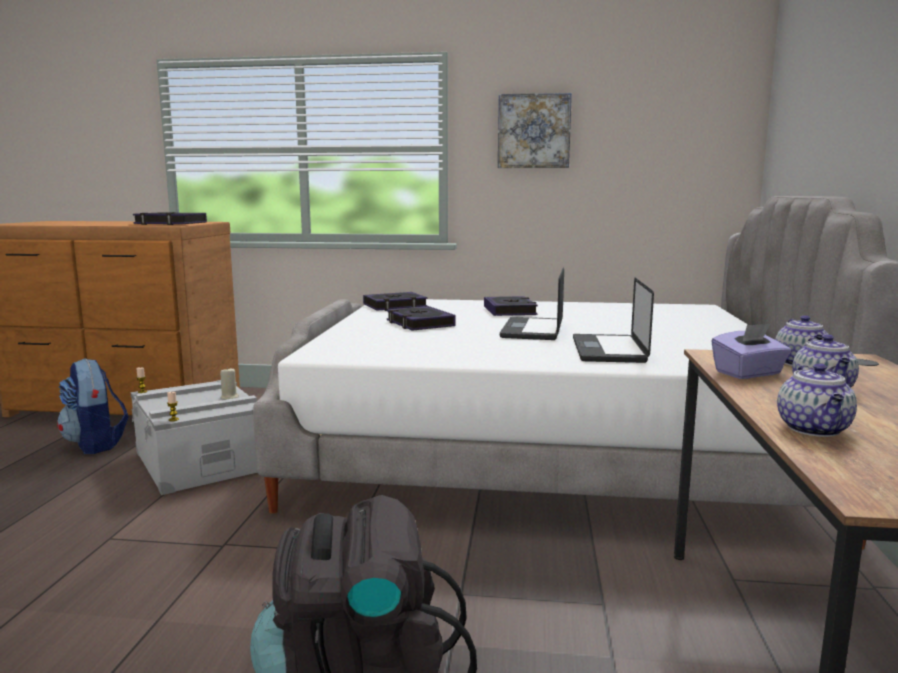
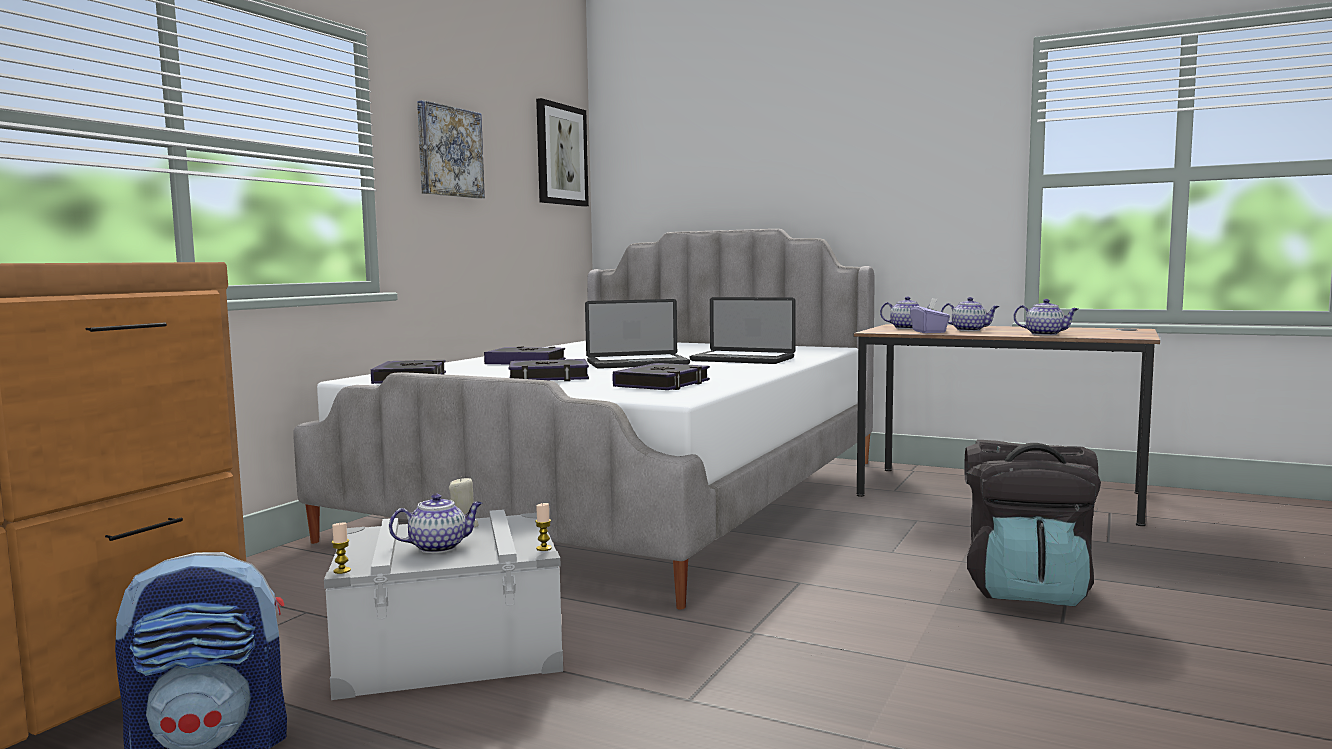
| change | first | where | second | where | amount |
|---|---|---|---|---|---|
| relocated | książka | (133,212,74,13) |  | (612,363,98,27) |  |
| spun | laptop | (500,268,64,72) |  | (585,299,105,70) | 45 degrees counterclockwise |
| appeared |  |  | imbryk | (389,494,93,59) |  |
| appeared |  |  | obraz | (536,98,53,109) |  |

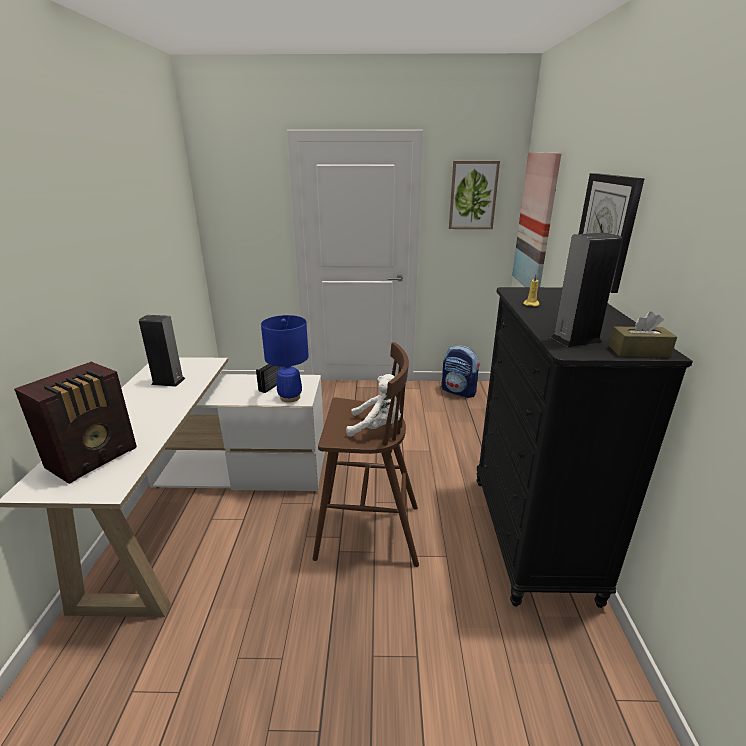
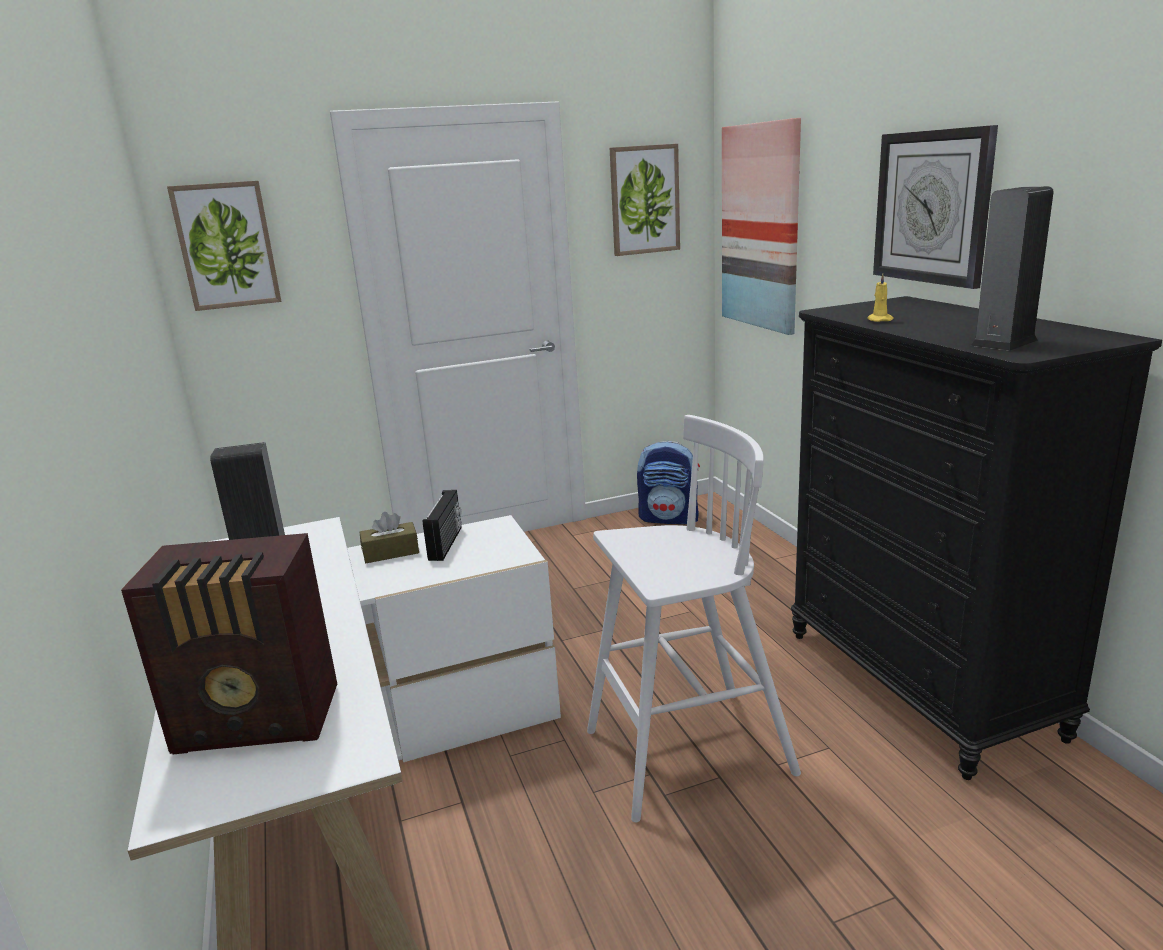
| change | first | where | second | where | amount |
|---|---|---|---|---|---|
| spun | radio | (14,362,123,122) |  | (121,533,216,221) | 75 degrees clockwise |
| missing | lampa stołowa/niebieski | (261,315,48,87) |  |  |  |
| colour | stołek/brązowy | (313,342,106,225) | stołek/biały | (587,415,214,407) |  |
| missing | pluszak/biały | (346,374,55,63) |  |  |  |
| relocated | pudełko chusteczek/brązowy | (609,312,68,45) |  | (360,512,59,51) |  |
| appeared |  |  | obraz | (167,181,114,130) |  |

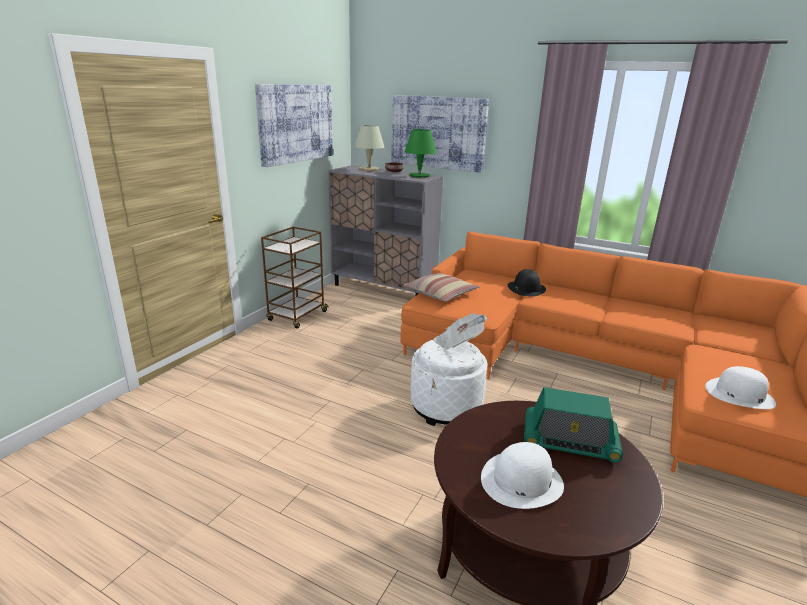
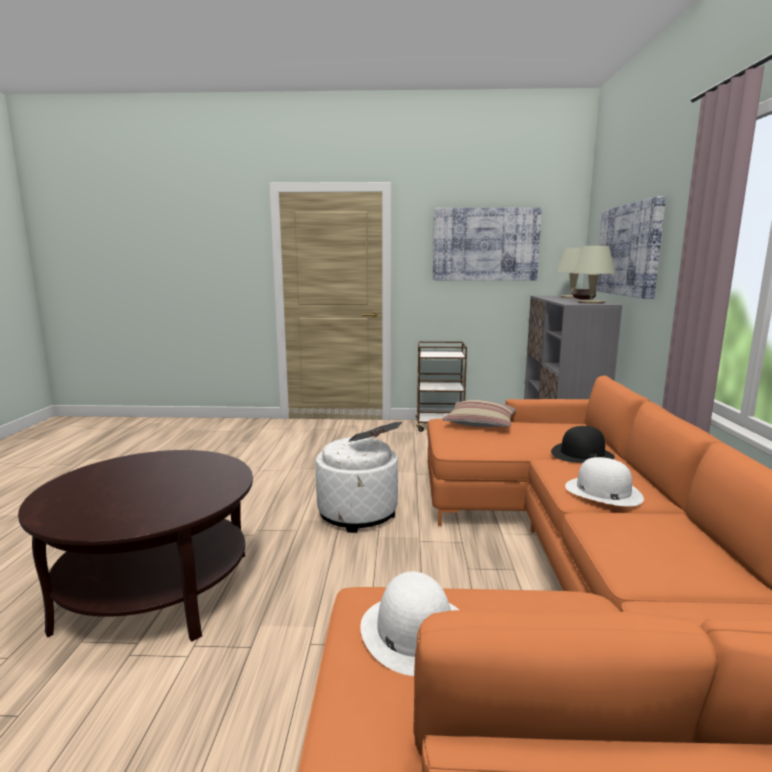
| change | first | where | second | where | amount |
|---|---|---|---|---|---|
| colour | lampa stołowa/zielony | (405,129,31,49) | lampa stołowa/beżowy | (573,246,43,58) |  |
| relocated | kapelusz/biały | (481,442,83,67) |  | (565,457,79,50) |  |
| missing | radio | (524,387,99,76) |  |  |  |

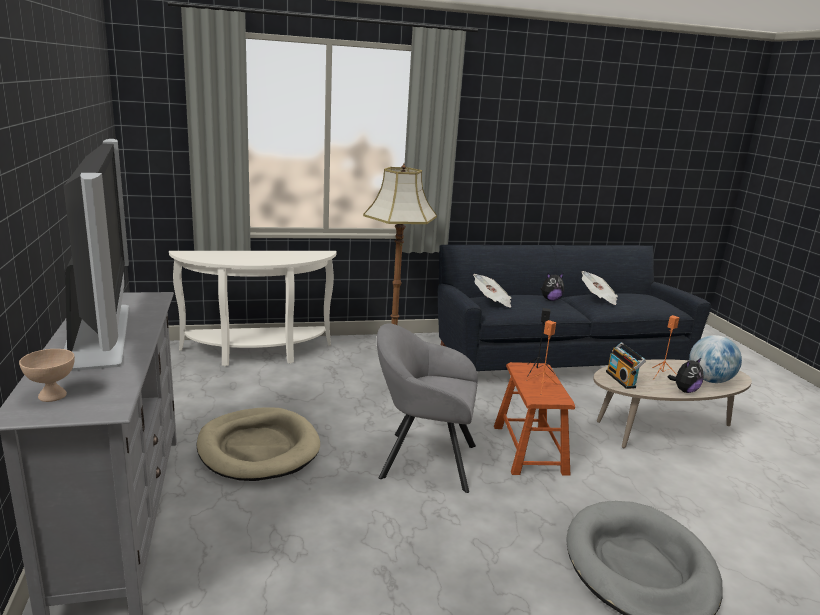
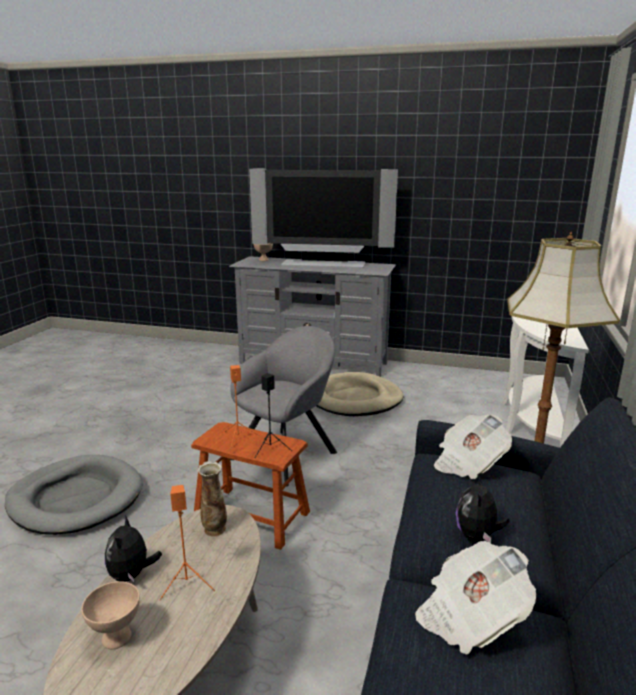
| change | first | where | second | where | amount |
|---|---|---|---|---|---|
| exchanged | radio | (606,342,40,47) | wazon | (197,461,30,76) |  |
| exchanged | globus | (689,335,53,48) | miska/beżowy | (82,581,58,68) |  |

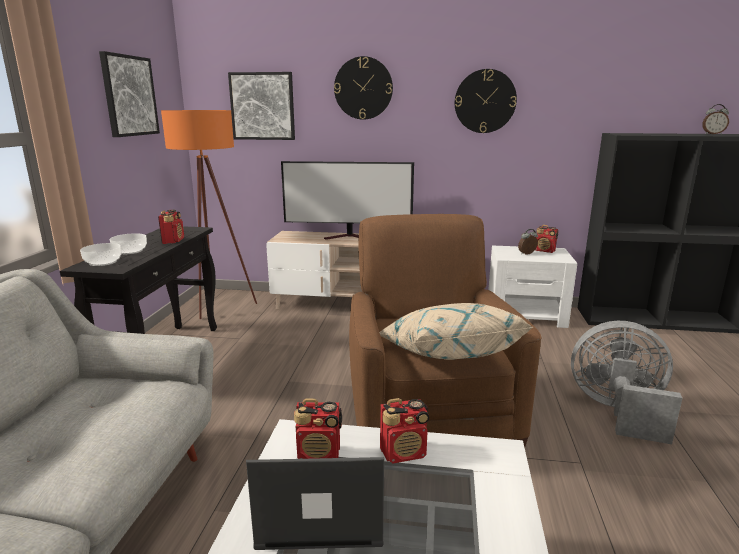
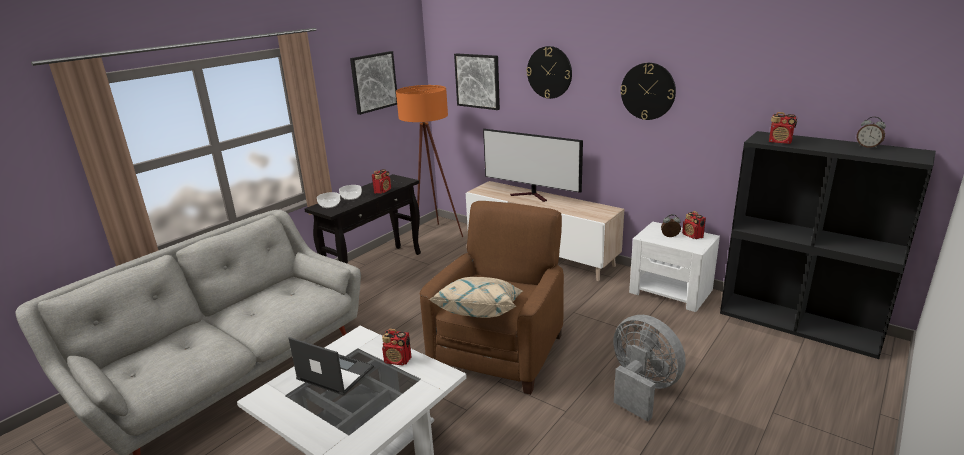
| change | first | where | second | where | amount |
|---|---|---|---|---|---|
| relocated | radio | (294,398,48,61) |  | (769,112,28,32) |  |

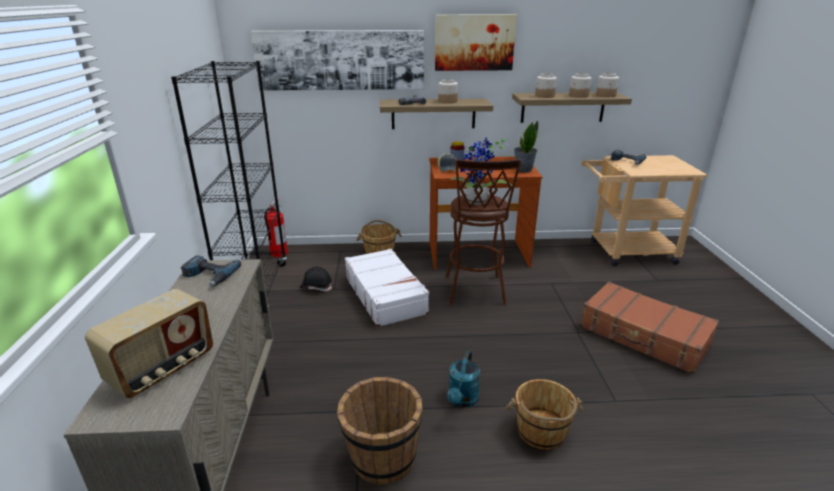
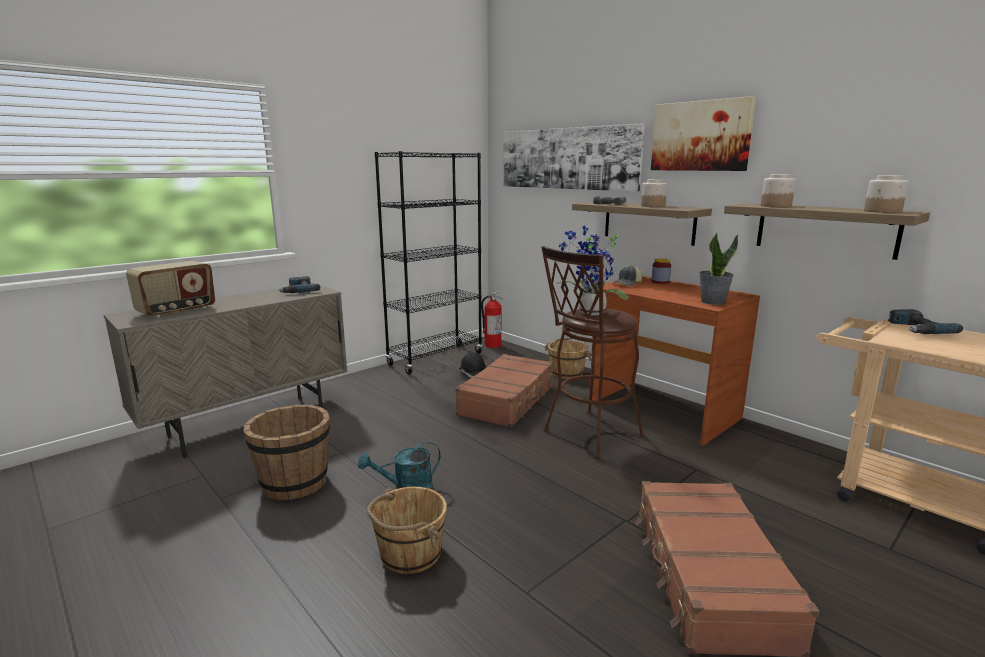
| change | first | where | second | where | amount |
|---|---|---|---|---|---|
| spun | radio | (85,289,128,109) |  | (126,261,89,57) | 45 degrees counterclockwise |
| colour | walizka/biały | (345,249,84,78) | walizka/brązowy | (455,354,99,73) |  |
| missing | słoik | (569,73,23,25) |  |  |  |

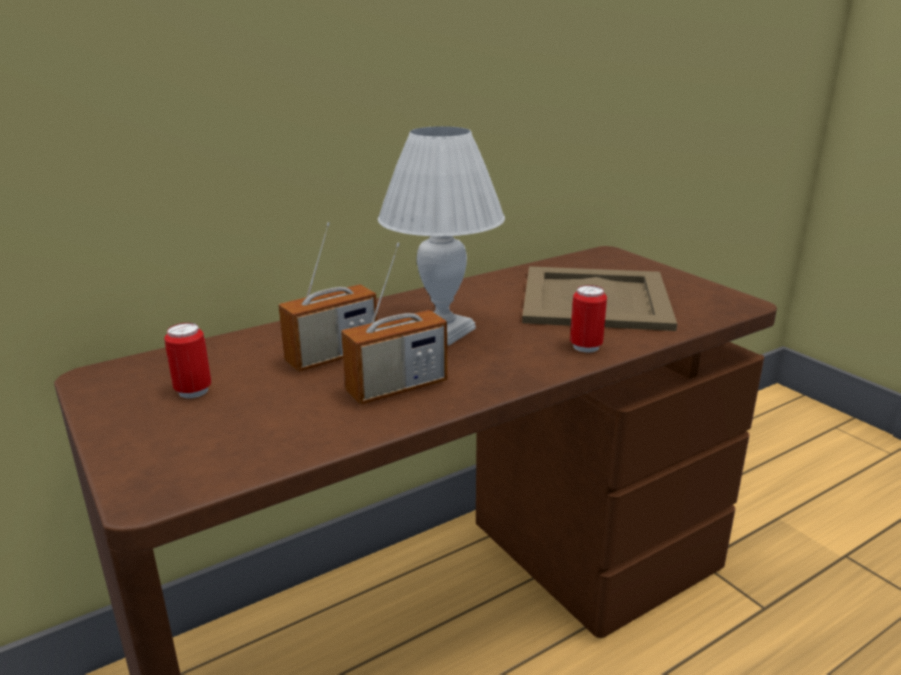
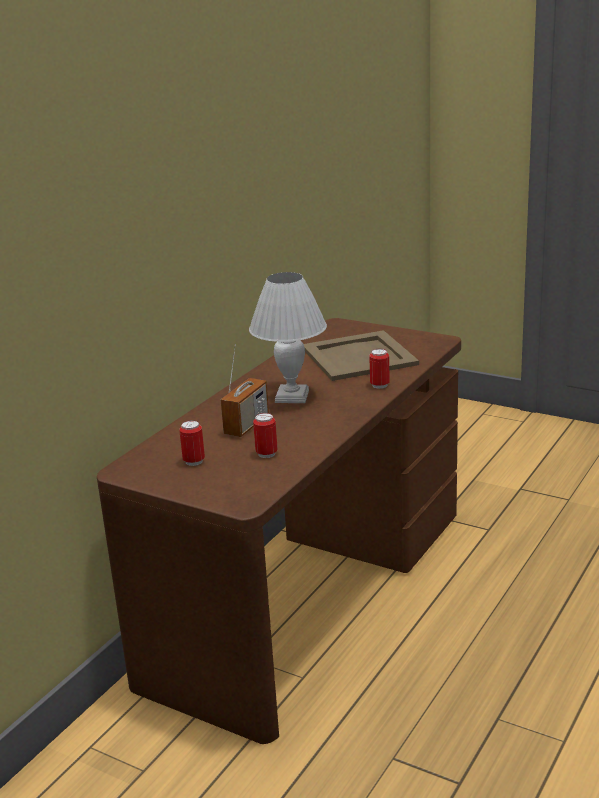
| change | first | where | second | where | amount |
|---|---|---|---|---|---|
| missing | radio | (341,243,107,162) |  |  |  |
| appeared |  |  | puszka | (253,413,25,45) |  |

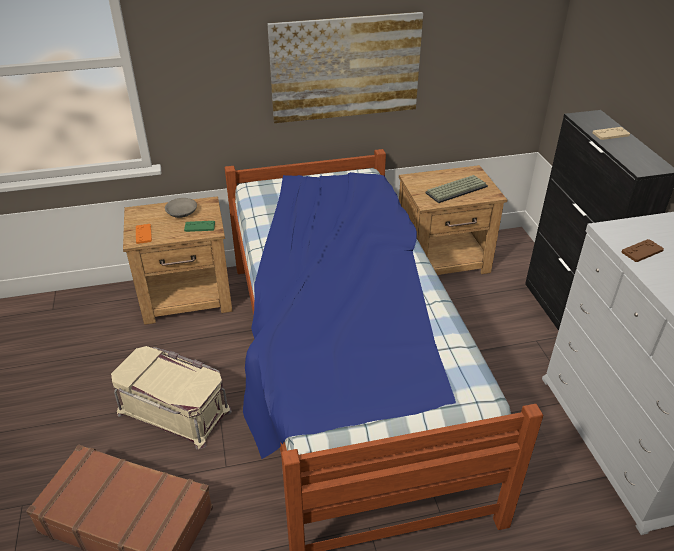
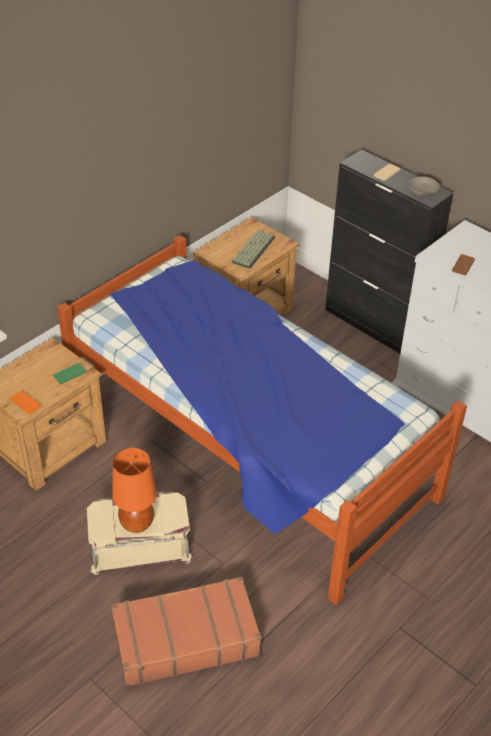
| change | first | where | second | where | amount |
|---|---|---|---|---|---|
| relocated | miska/szary | (165,198,32,20) |  | (408,176,32,20) |  |
| missing | obraz | (267,12,156,111) |  |  |  |
| appeared |  |  | lampa stołowa/pomarańczowy | (112,448,45,85) |  |

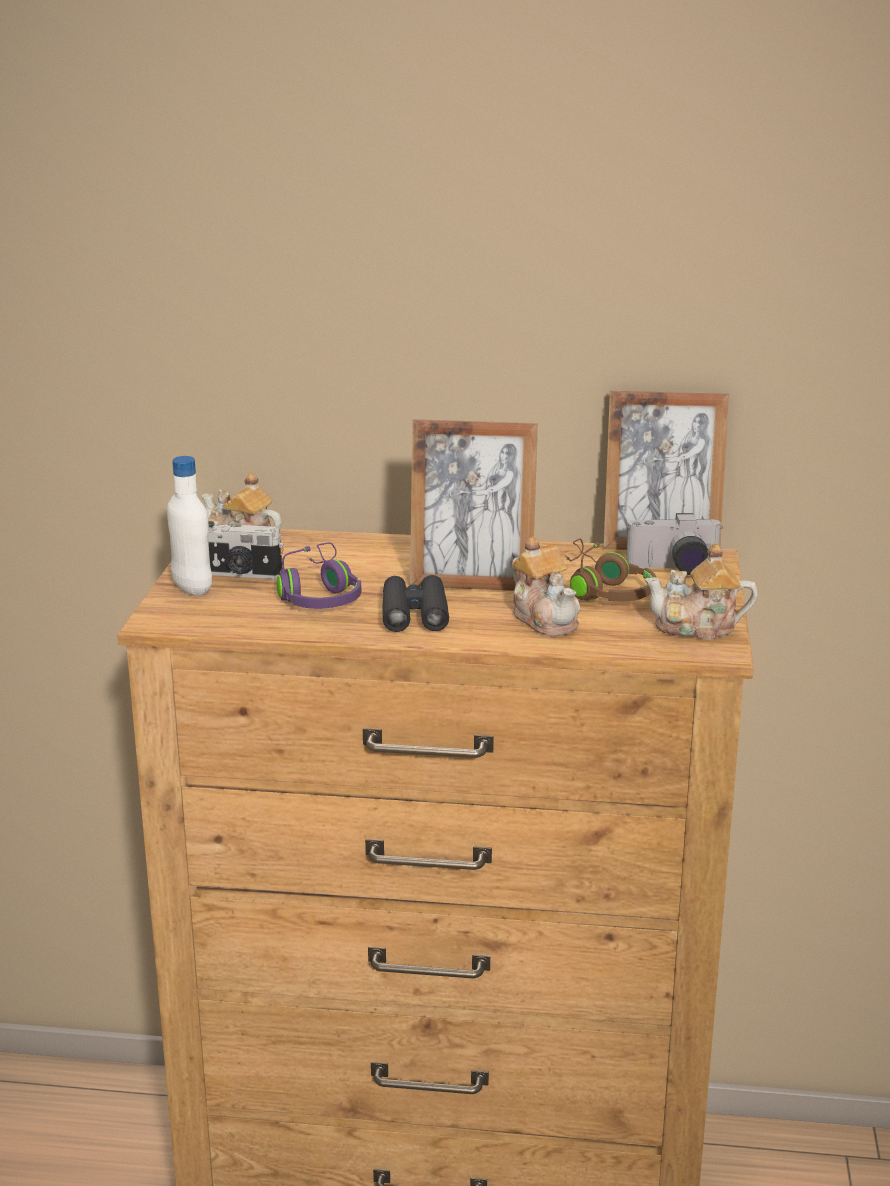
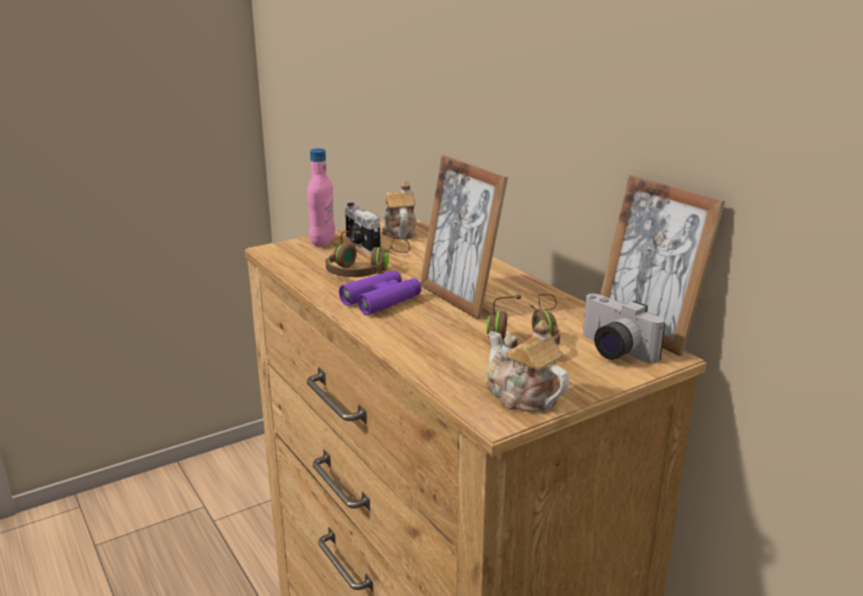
| change | first | where | second | where | amount |
|---|---|---|---|---|---|
| colour | butelka/biały | (167,456,45,140) | butelka/różowy | (307,148,28,99) |  |
| colour | słuchawki/fioletowy | (277,542,84,67) | słuchawki/brązowy | (325,231,85,46) |  |
| colour | lornetka/czarny | (382,575,67,57) | lornetka/fioletowy | (339,270,82,45) |  |
| missing | imbryk | (511,536,69,100) |  |  |  |

